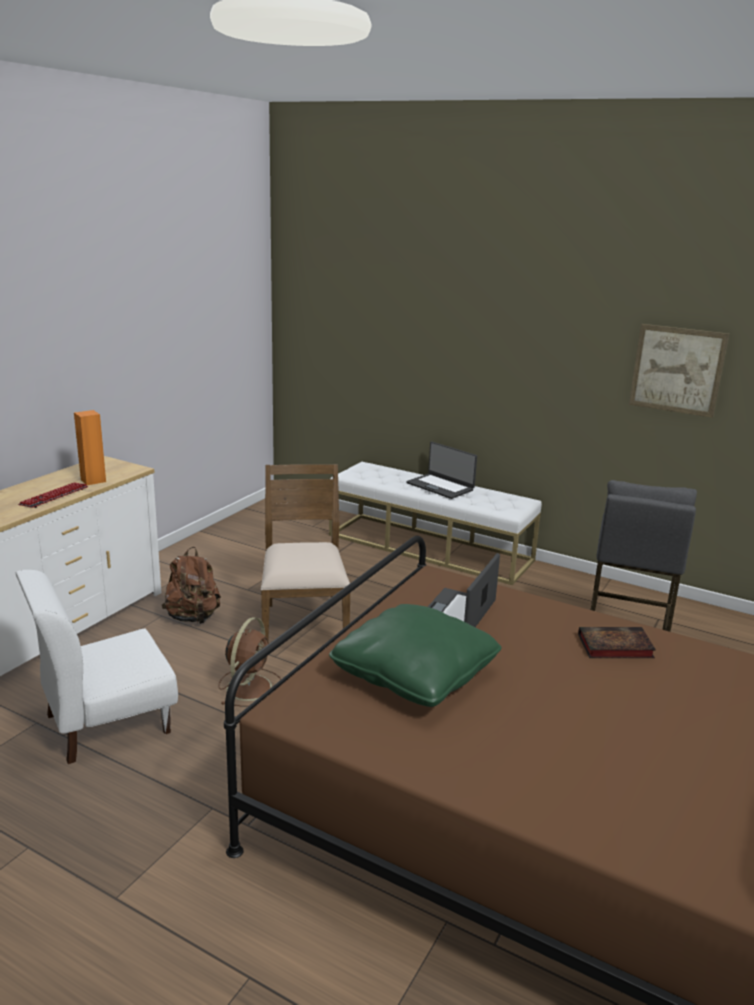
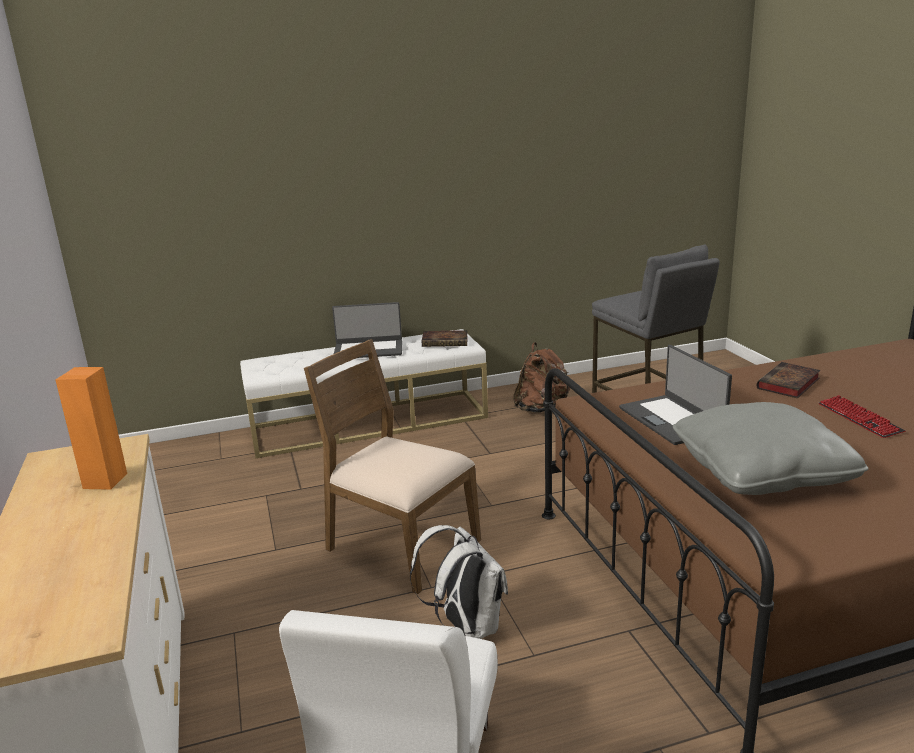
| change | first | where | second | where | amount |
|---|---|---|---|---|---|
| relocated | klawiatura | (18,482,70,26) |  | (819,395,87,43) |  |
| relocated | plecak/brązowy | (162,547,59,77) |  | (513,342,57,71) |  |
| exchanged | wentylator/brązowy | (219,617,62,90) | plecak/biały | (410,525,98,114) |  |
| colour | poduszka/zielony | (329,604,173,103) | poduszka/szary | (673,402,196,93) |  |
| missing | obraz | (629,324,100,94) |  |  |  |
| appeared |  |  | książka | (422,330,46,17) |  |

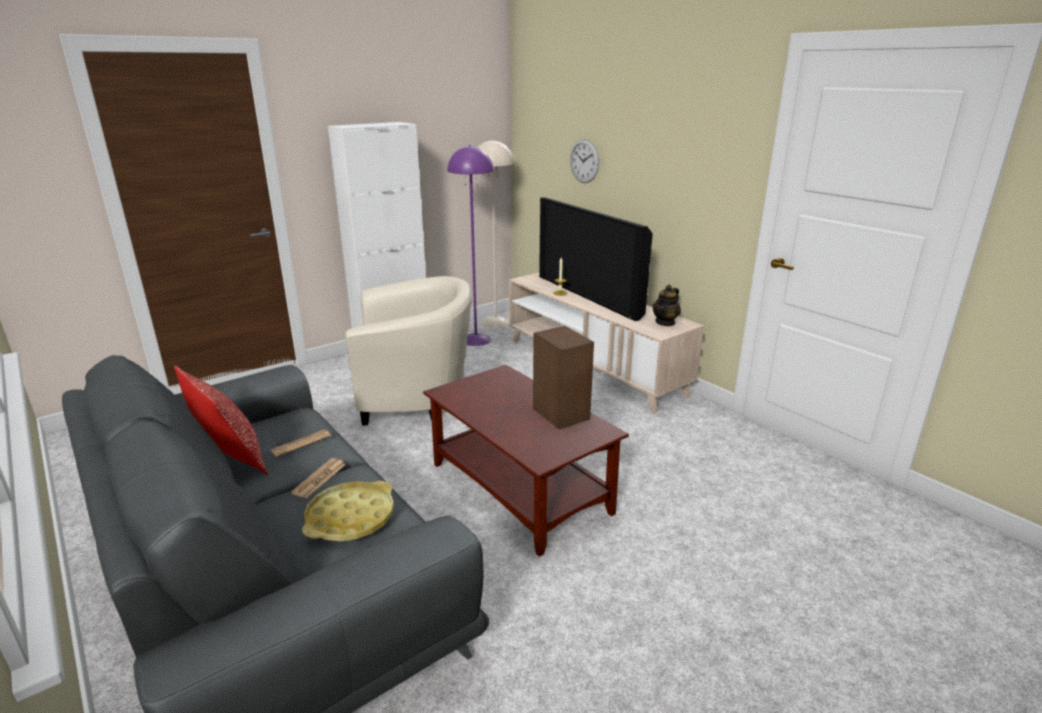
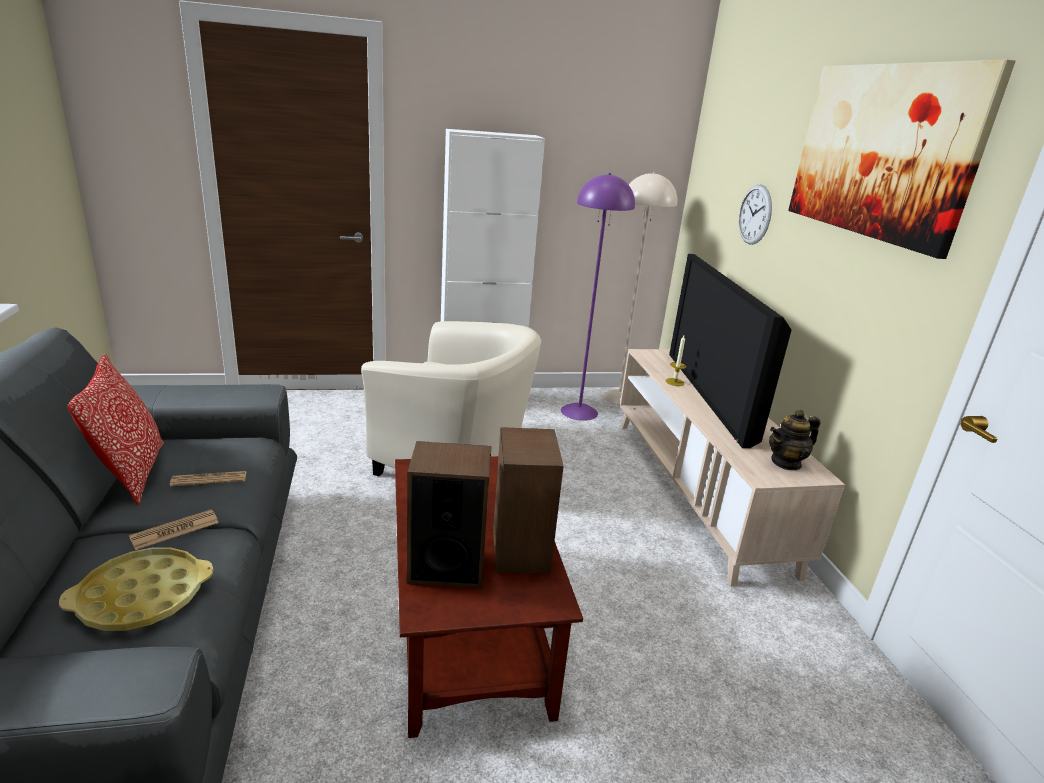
| change | first | where | second | where | amount |
|---|---|---|---|---|---|
| appeared |  |  | głośnik | (407,441,84,147) |  |
| appeared |  |  | obraz | (788,59,228,200) |  |

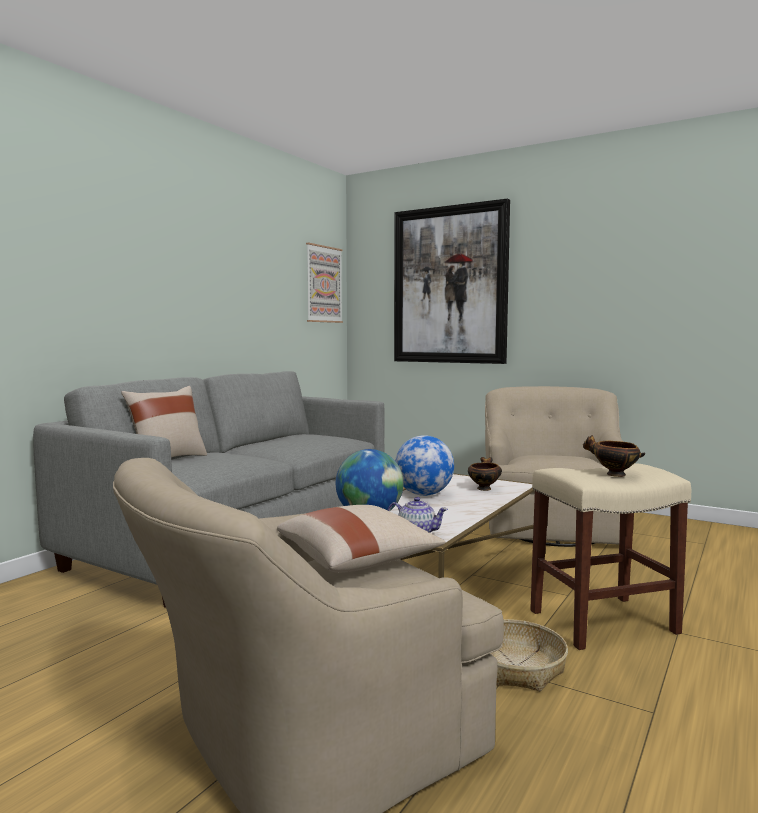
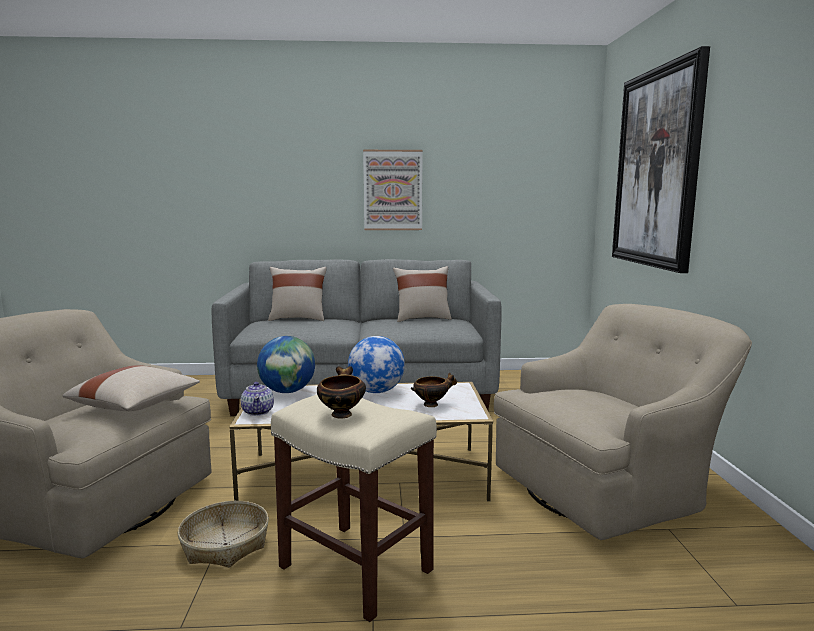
| change | first | where | second | where | amount |
|---|---|---|---|---|---|
| relocated | obraz | (306,243,37,80) |  | (363,150,60,80) |  |
| appeared |  |  | poduszka/beżowy | (393,266,59,56) |  |

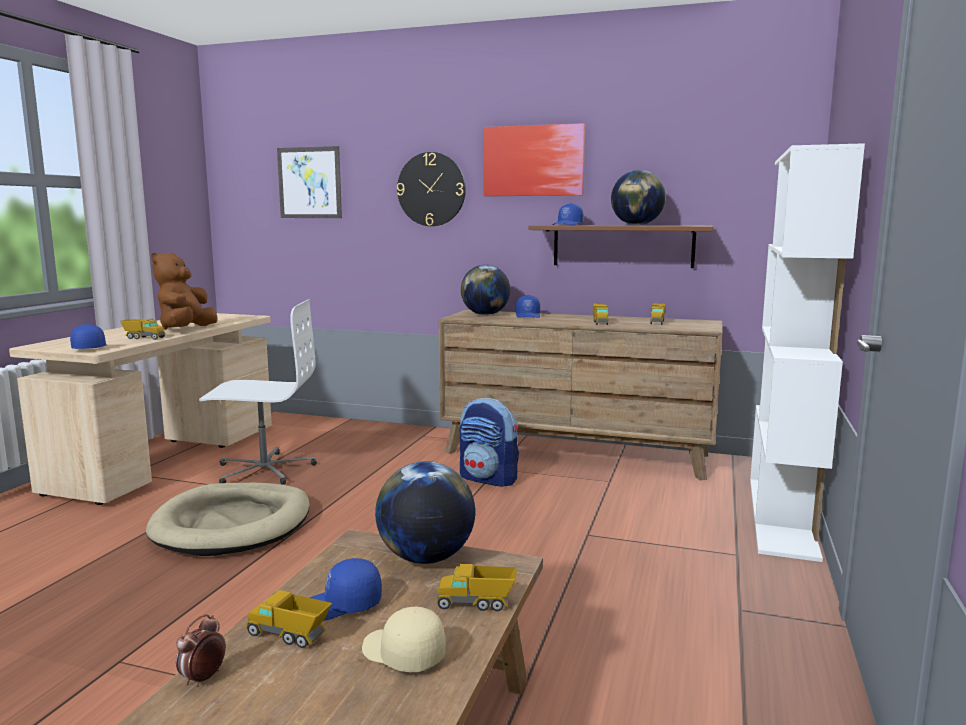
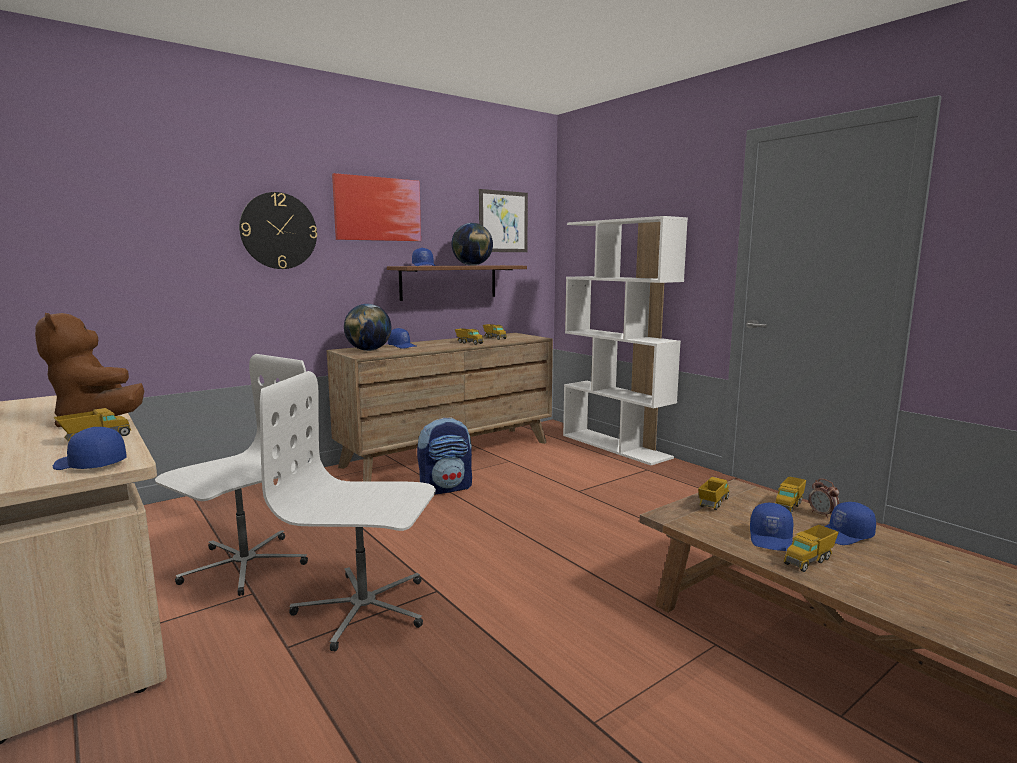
| change | first | where | second | where | amount |
|---|---|---|---|---|---|
| exchanged | legowisko/beżowy | (146,483,164,73) | krzesło biurowe/biały | (260,371,176,280) |  |
| relocated | budzik | (176,614,50,73) |  | (809,478,30,40) |  |
| relocated | obraz | (277,146,65,72) |  | (479,189,49,63) |  |
| colour | czapka z daszkiem/beżowy | (362,607,84,65) | czapka z daszkiem/niebieski | (825,502,51,43) |  |
| exchanged | globus | (375,461,100,103) | ciężarówka zabawkowa | (698,477,31,33) |  |

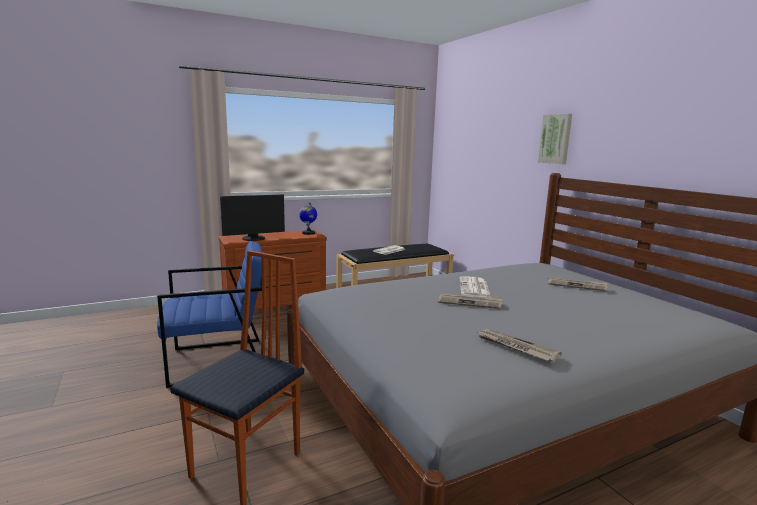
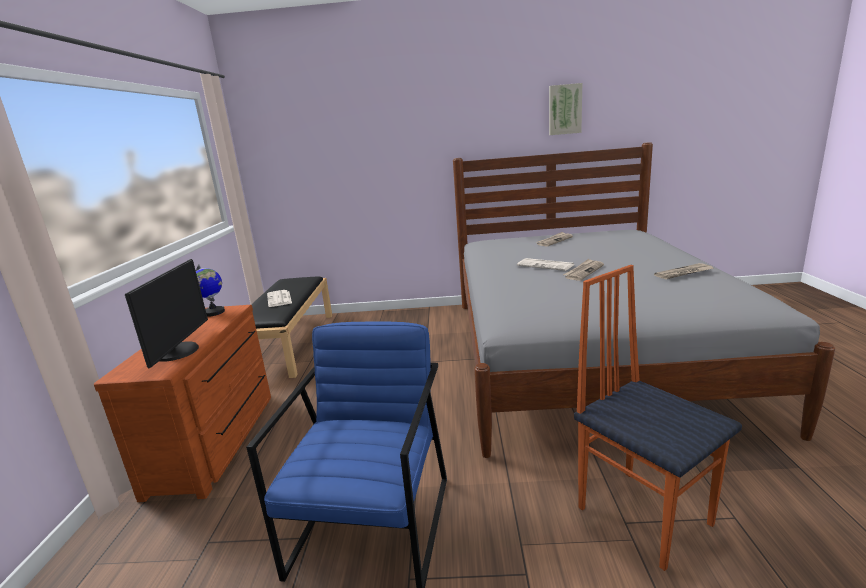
| change | first | where | second | where | amount |
|---|---|---|---|---|---|
| relocated | obraz | (538,114,34,50) |  | (549,83,33,52) |  |

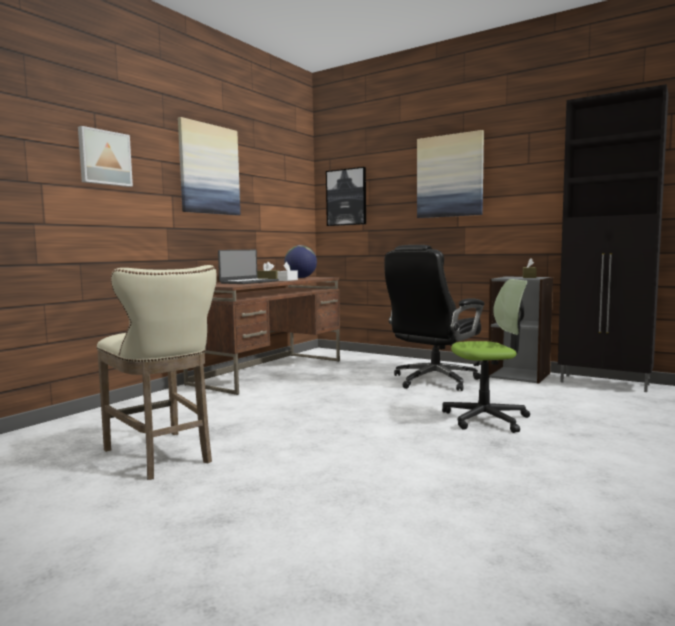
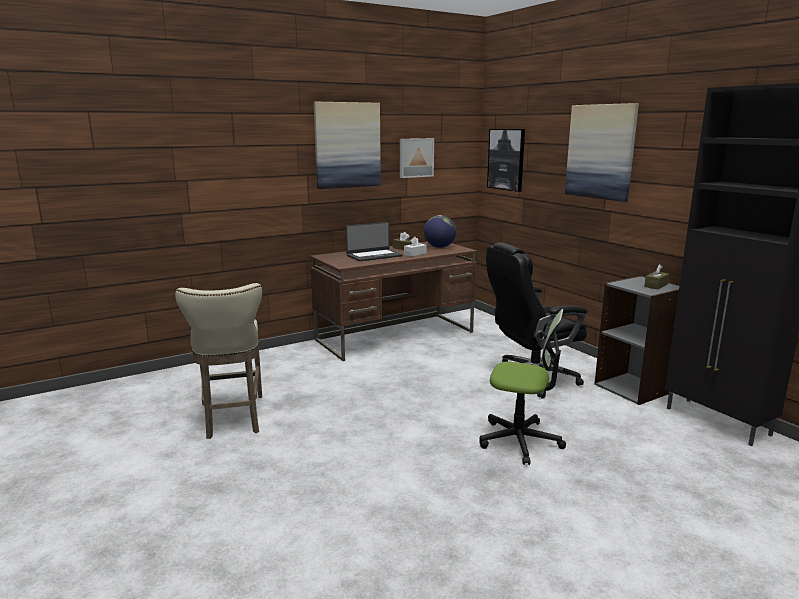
| change | first | where | second | where | amount |
|---|---|---|---|---|---|
| relocated | obraz | (78,126,55,61) |  | (400,138,34,40) |  |

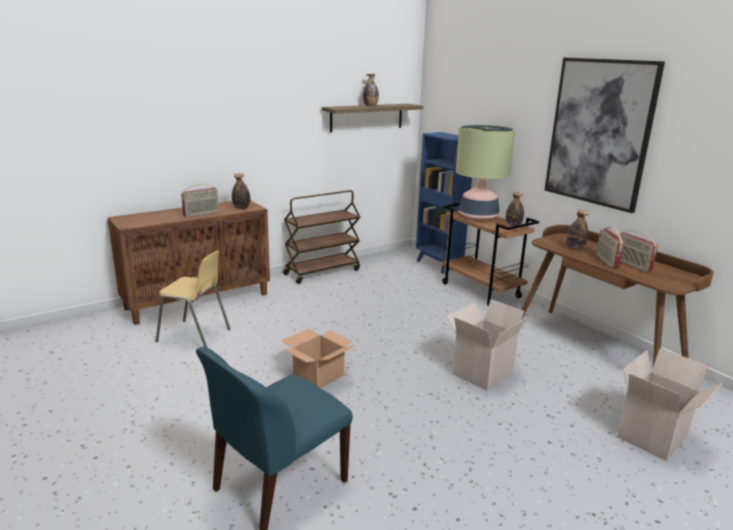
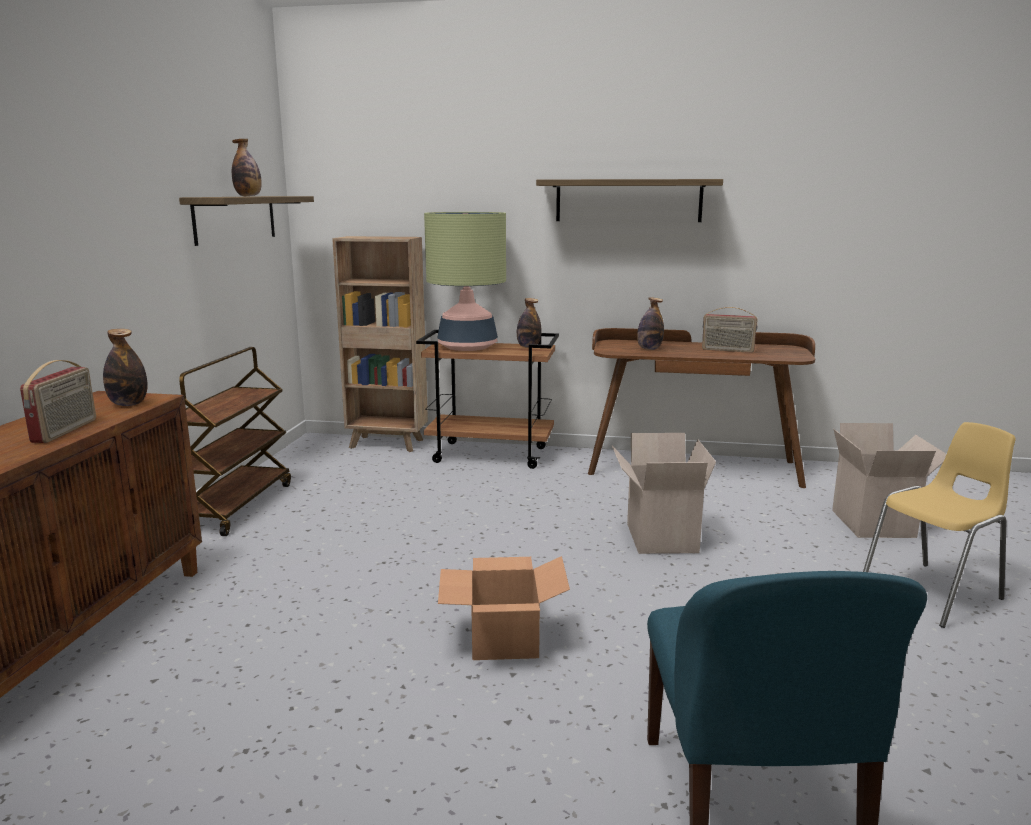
| change | first | where | second | where | amount |
|---|---|---|---|---|---|
| relocated | krzesło/żółty | (156,251,74,96) |  | (863,422,152,206) |  |
| colour | regał/niebieski | (416,132,56,142) | regał/brązowy | (332,236,96,216) |  |
| exchanged | obraz | (545,58,120,155) | półka | (536,179,187,43) |  |
| missing | radio | (596,227,28,41) |  |  |  |

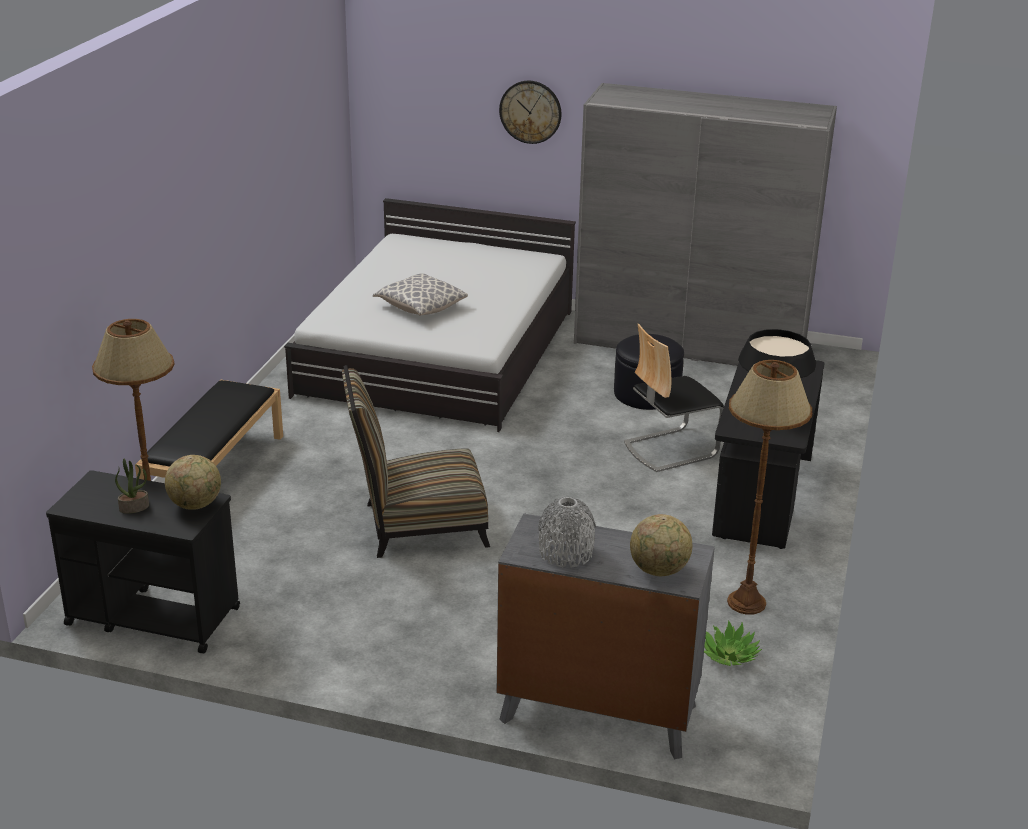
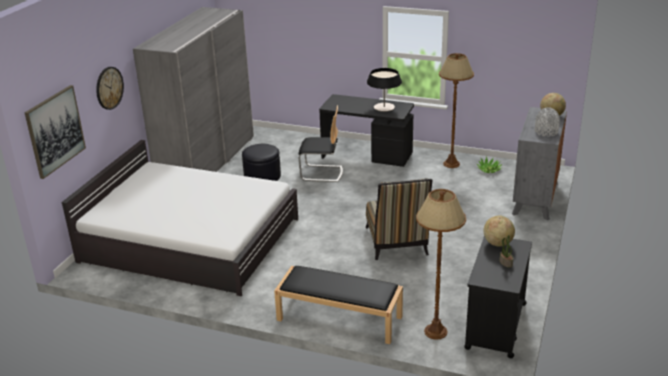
| change | first | where | second | where | amount |
|---|---|---|---|---|---|
| missing | poduszka | (373,273,95,43) |  |  |  |
| spun | krzesło | (624,324,100,148) |  | (299,105,44,77) | 60 degrees counterclockwise |
| appeared |  |  | obraz | (25,85,61,94) |  |

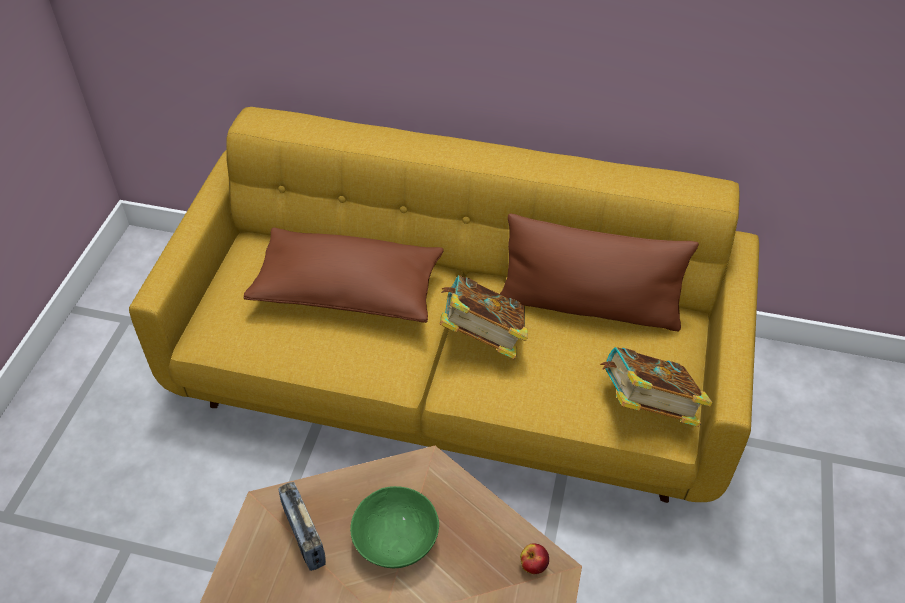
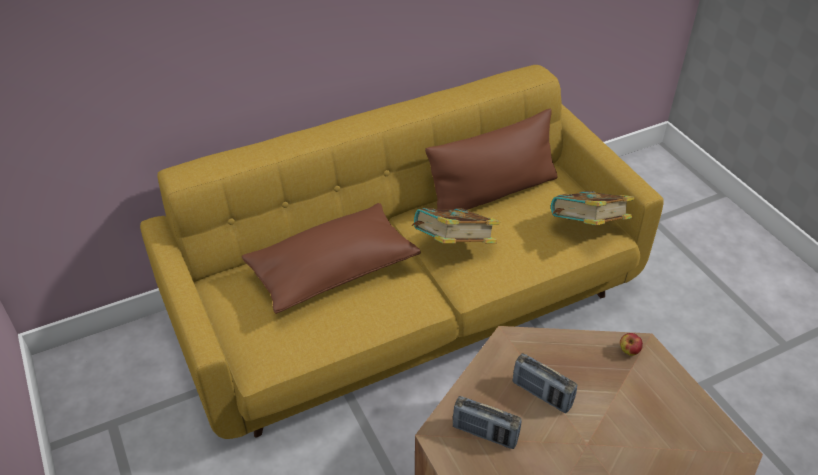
| change | first | where | second | where | amount |
|---|---|---|---|---|---|
| exchanged | miska/zielony | (350,486,89,82) | radio | (513,353,64,60) |  |

